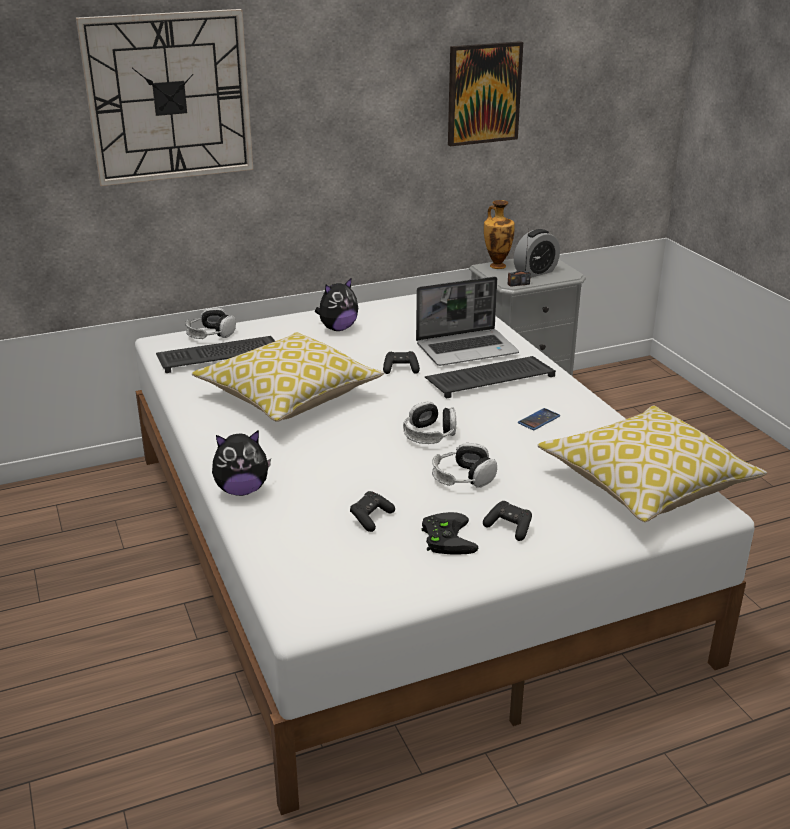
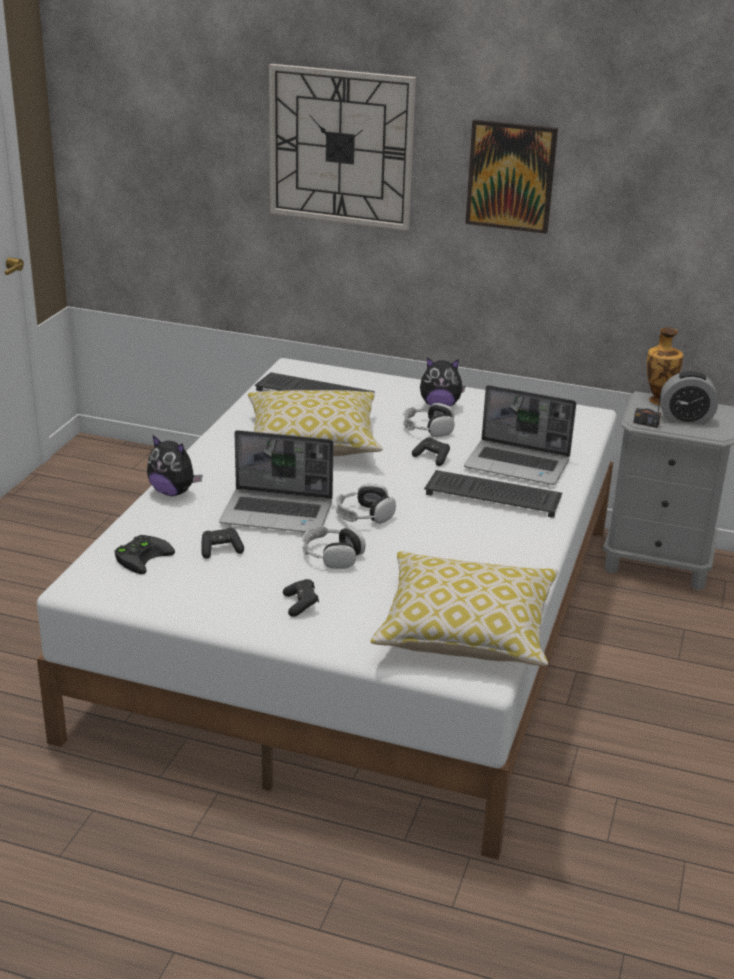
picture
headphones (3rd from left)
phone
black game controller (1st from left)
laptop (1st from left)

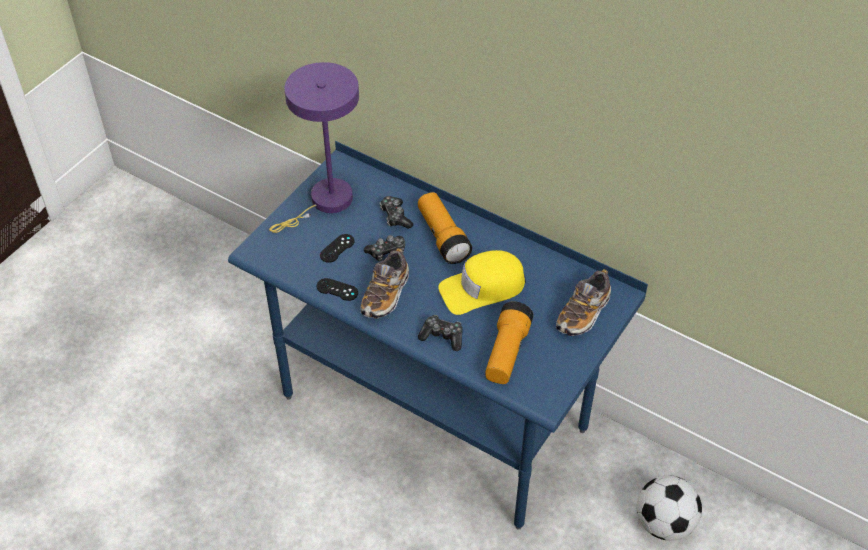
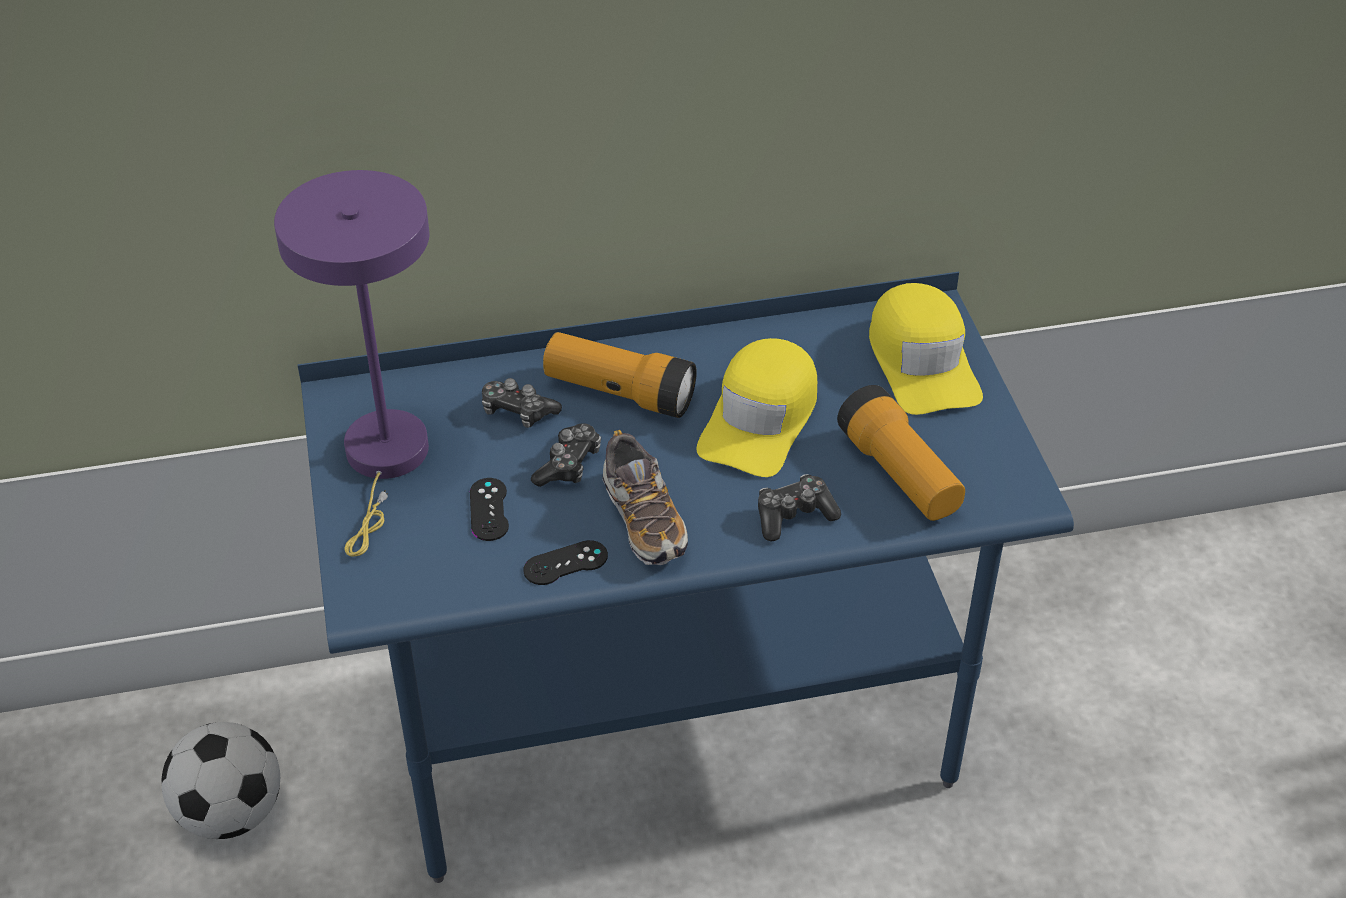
yellow cap (2nd from left)
football

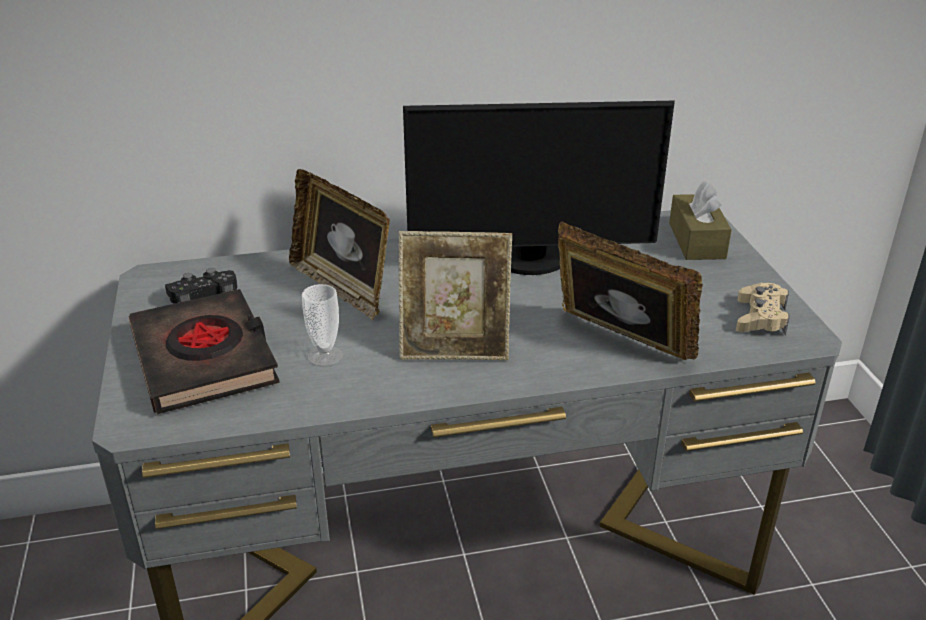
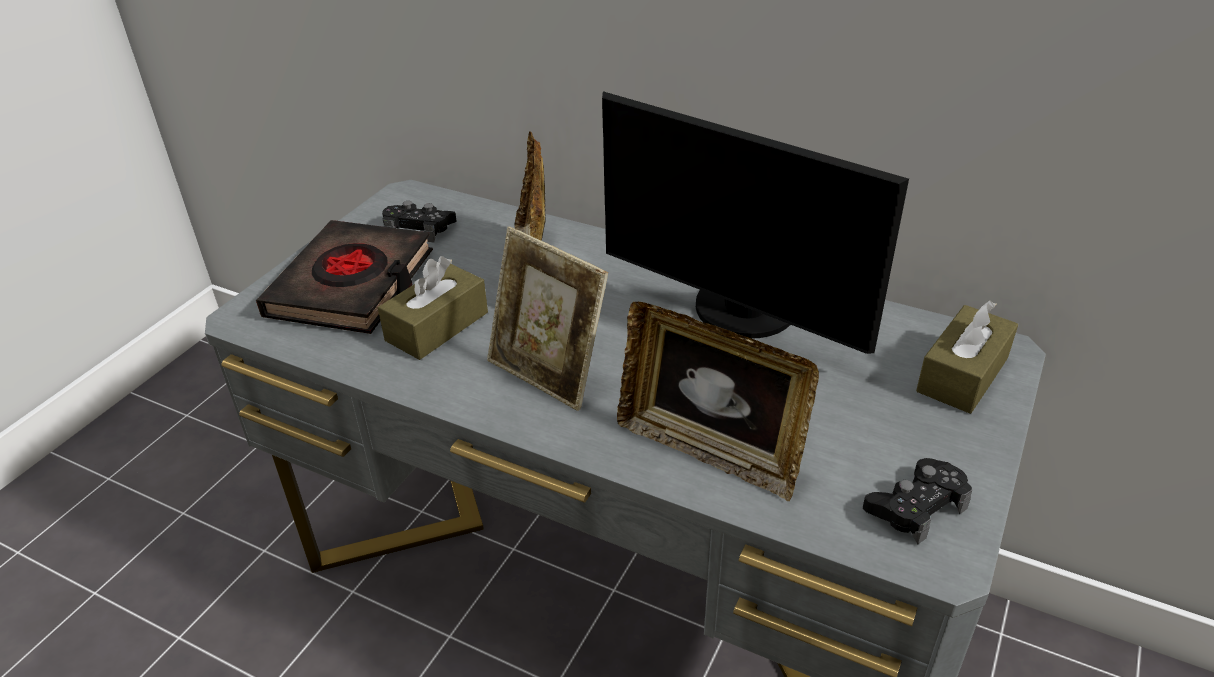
picture frame (3rd from left)
black game controller (2nd from left)
brown tissue box (1st from left)

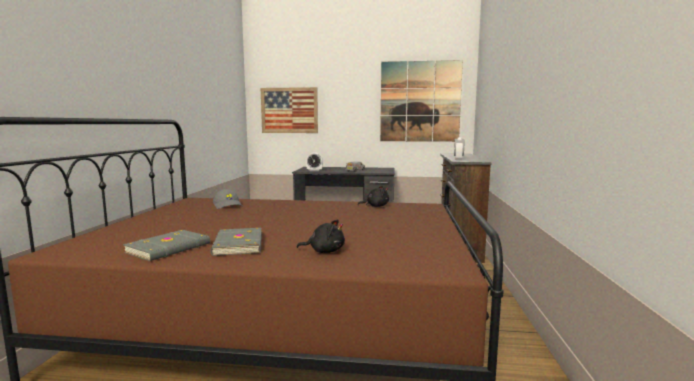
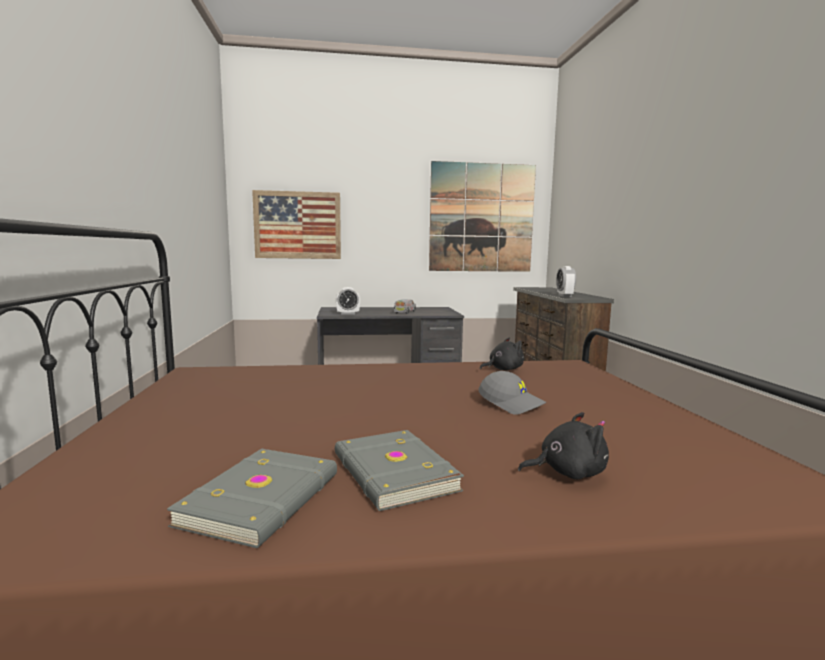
grey cap

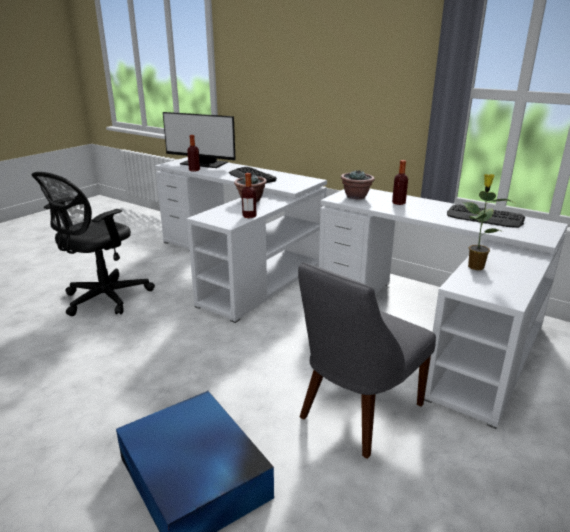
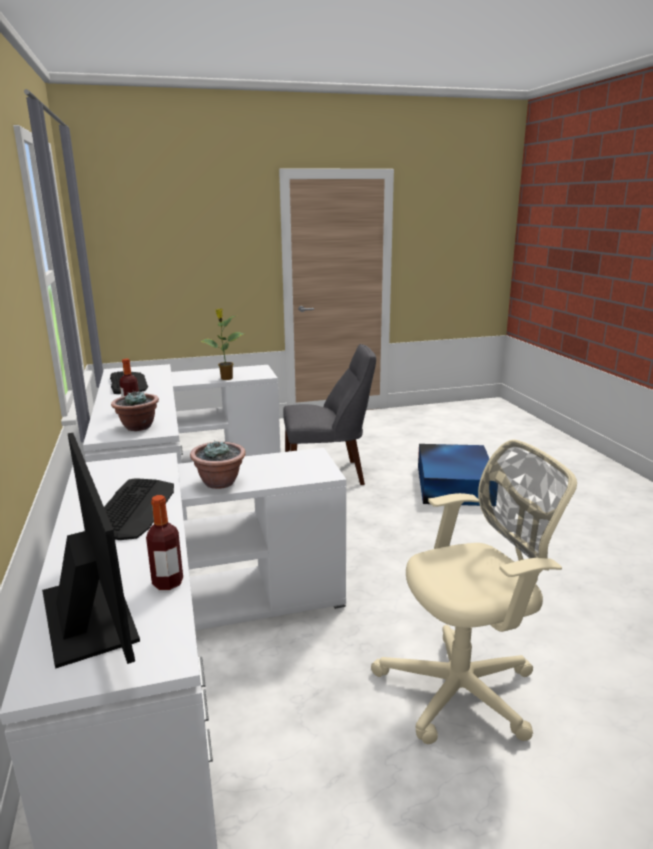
beige office chair
bottle (2nd from left in the first image)

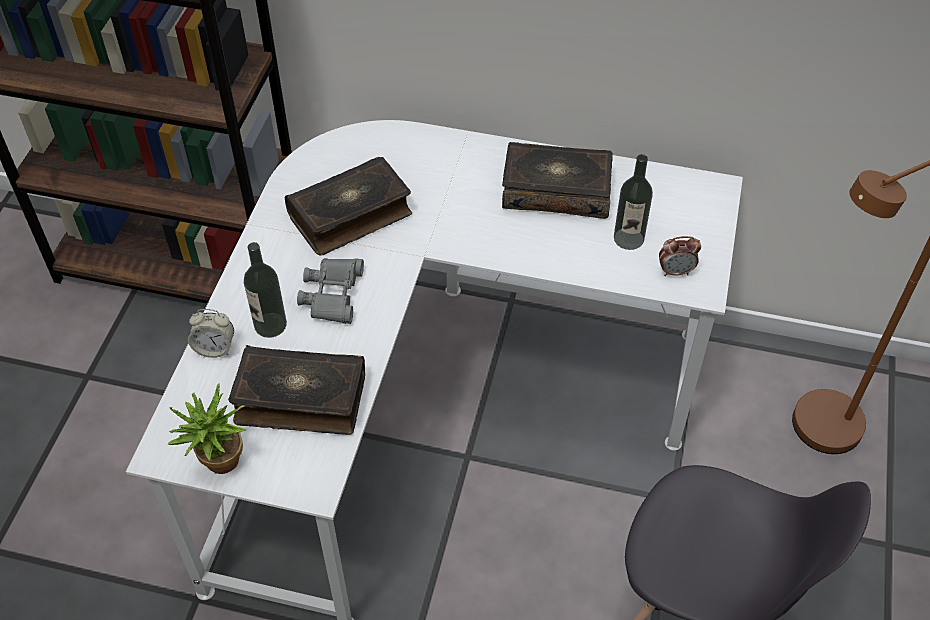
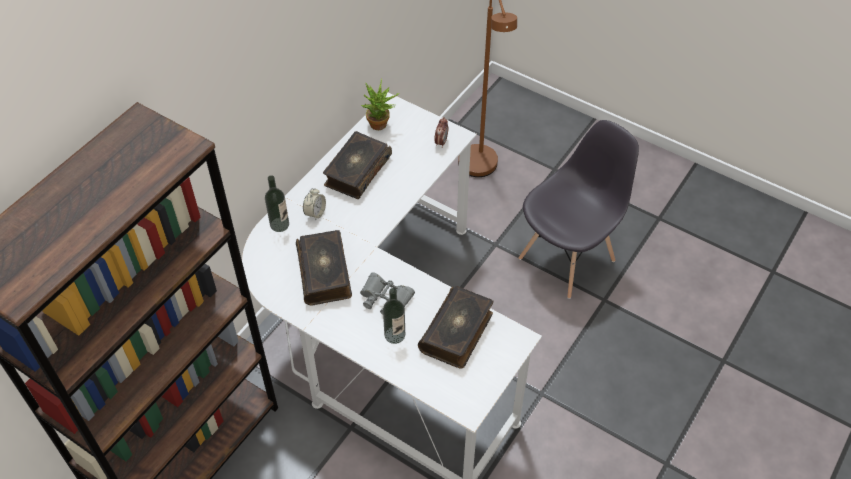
bottle (1st from left)
alarm clock (1st from left)
potted plant

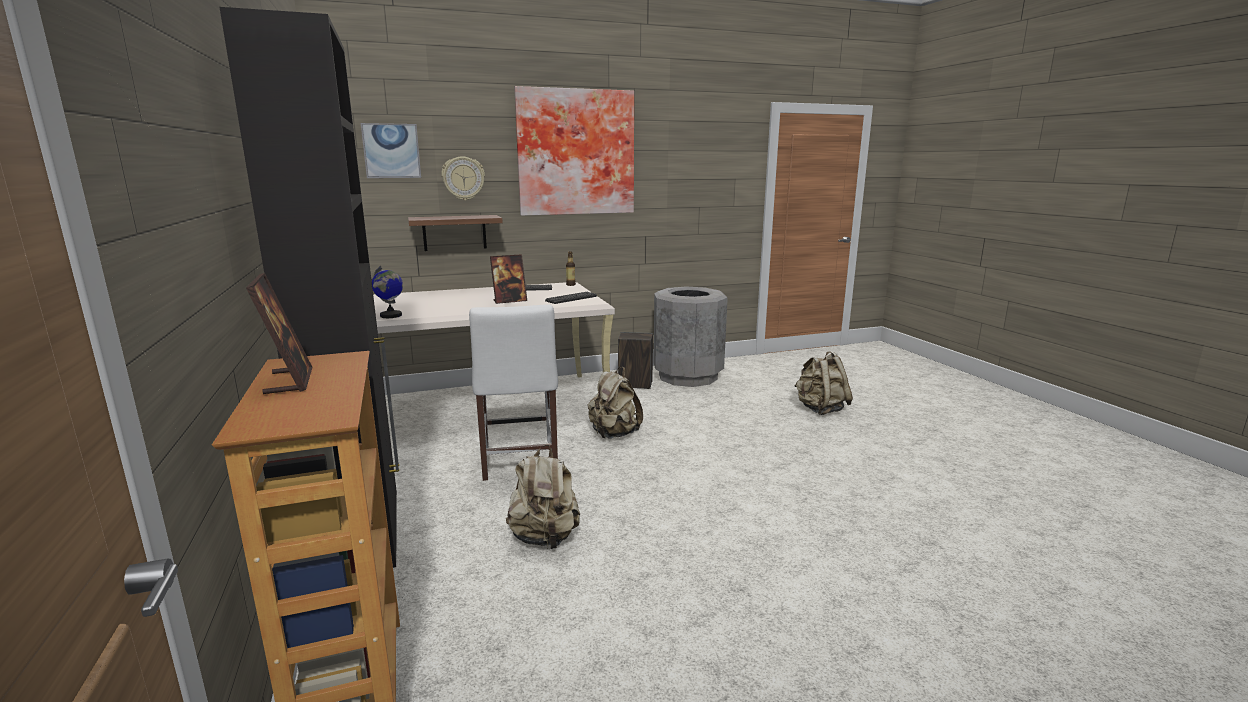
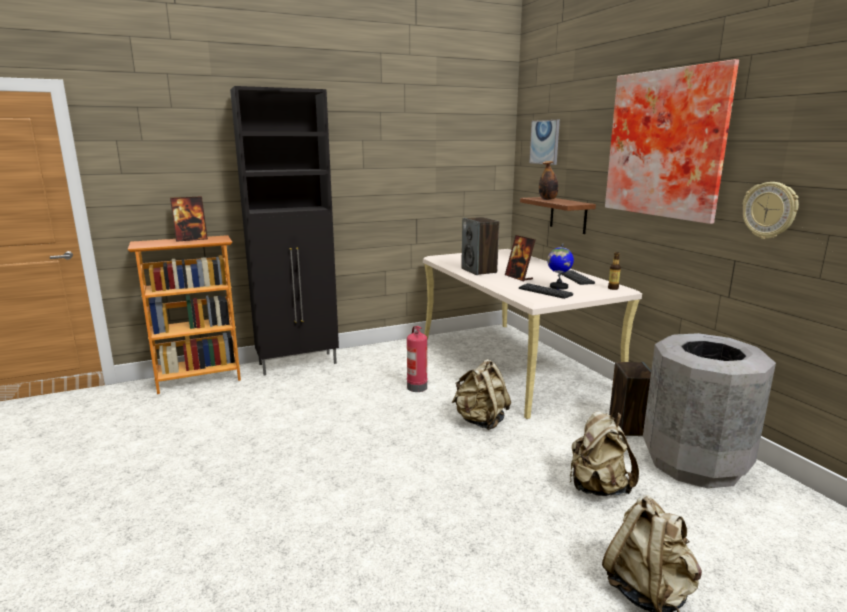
wall clock
globe
fire extinguisher
beige backpack (2nd from left)
bottle (1st from left)
speaker (1st from left)

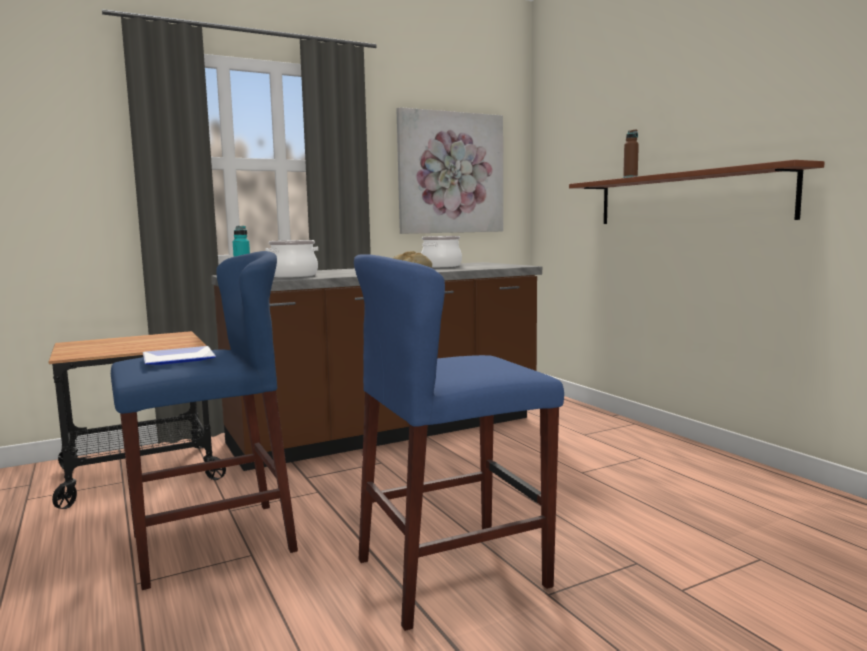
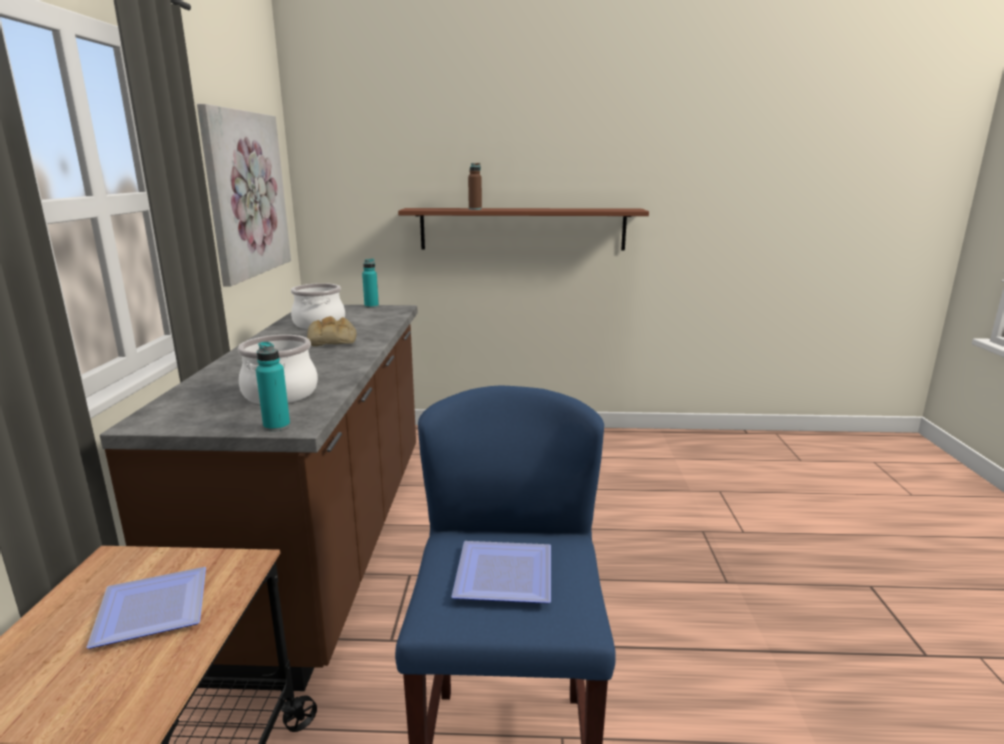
blue stool (2nd from left in the first image)
turquoise bottle (2nd from left)
plate (1st from left)

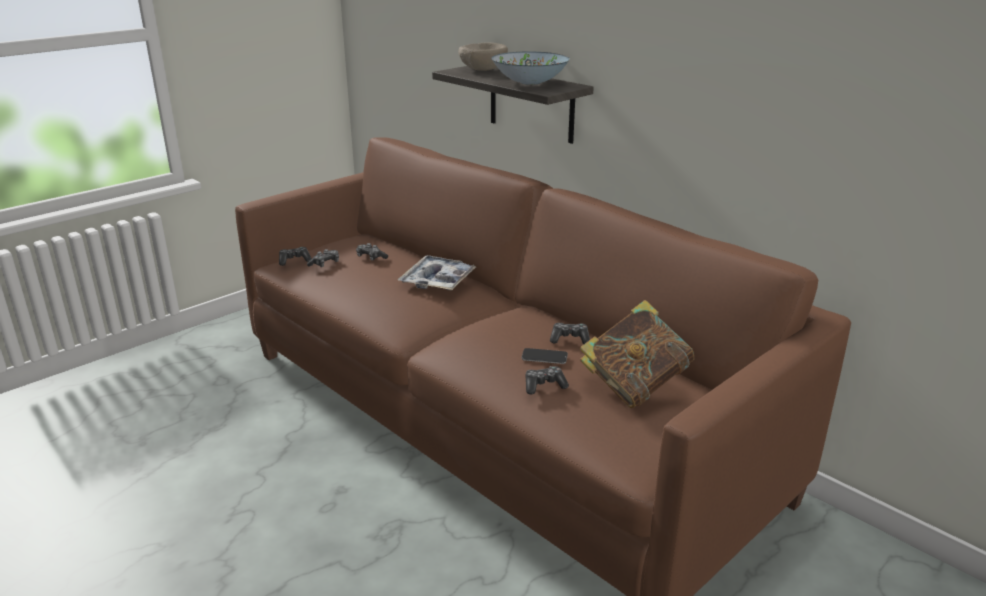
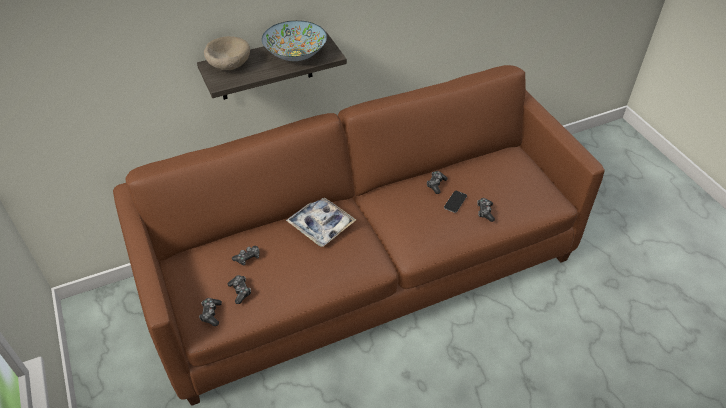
book

